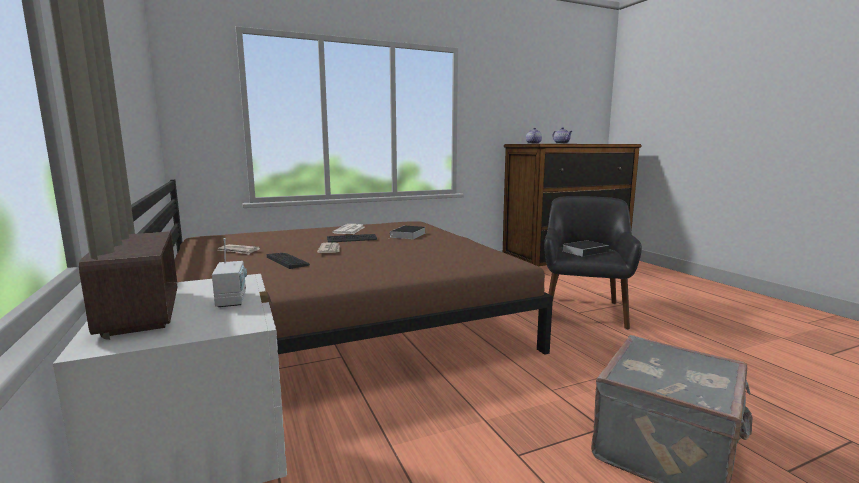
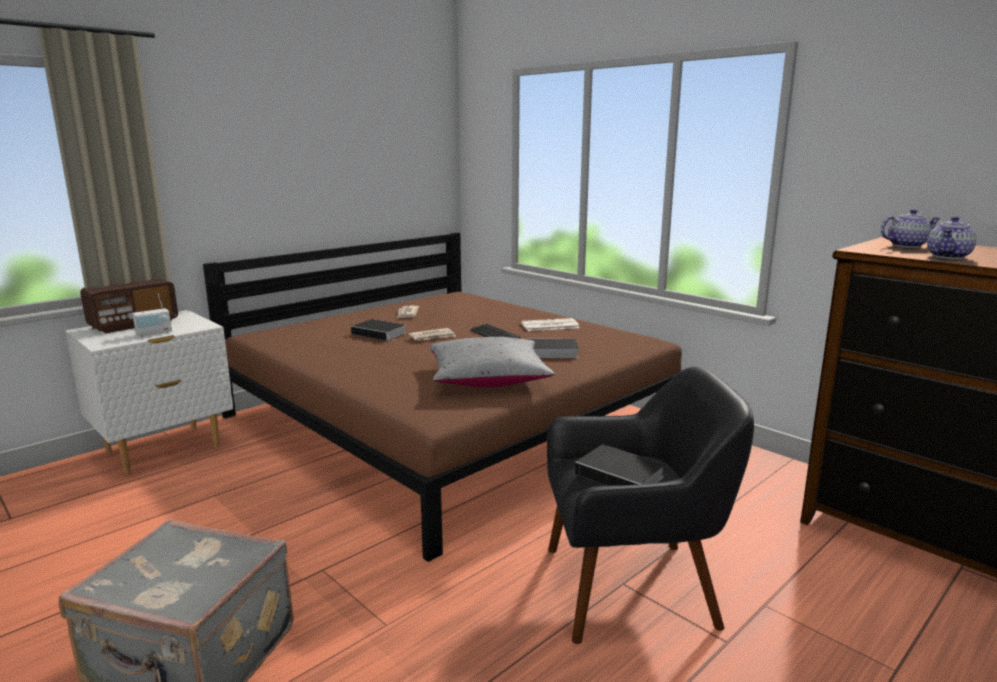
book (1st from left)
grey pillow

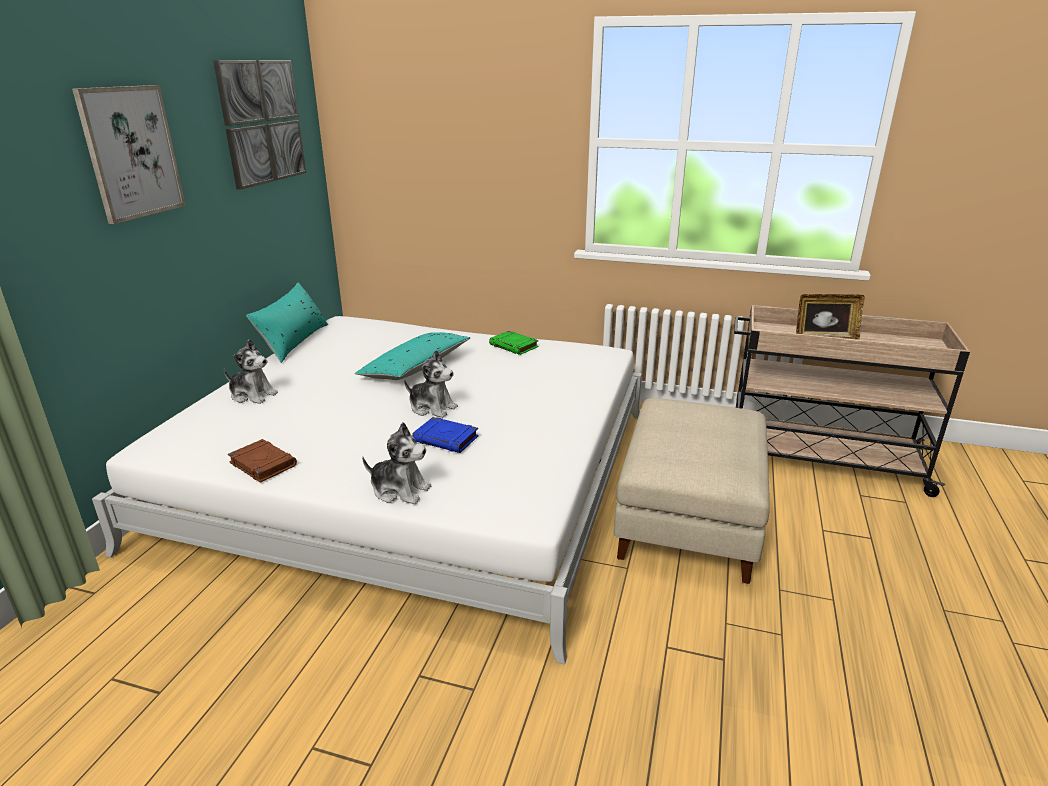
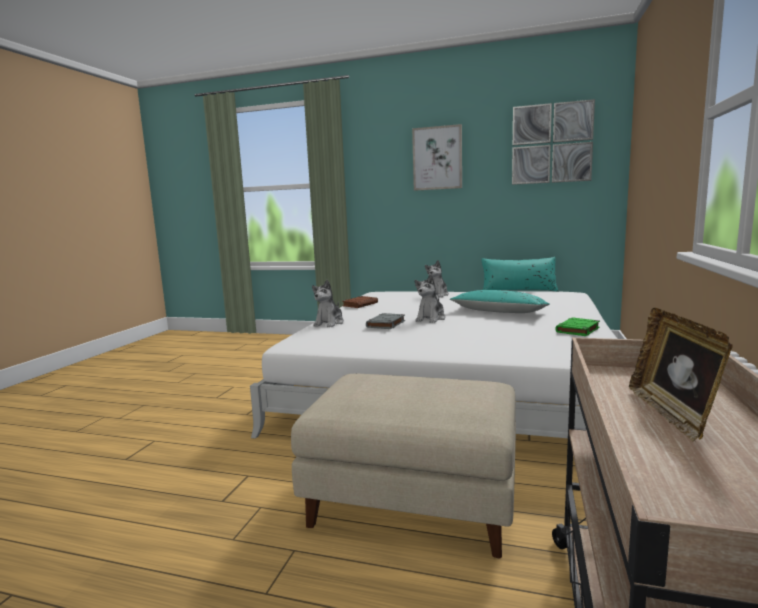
grey book

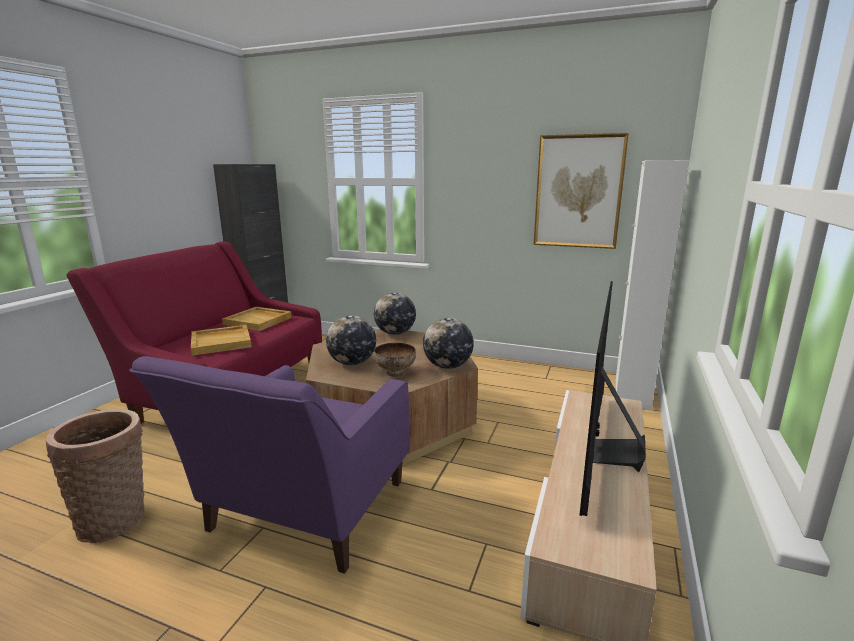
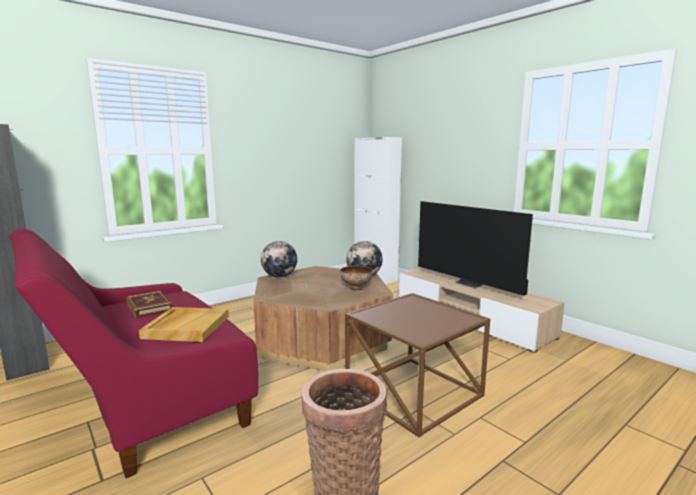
picture
book
globe (1st from left in the first image)
brown side table

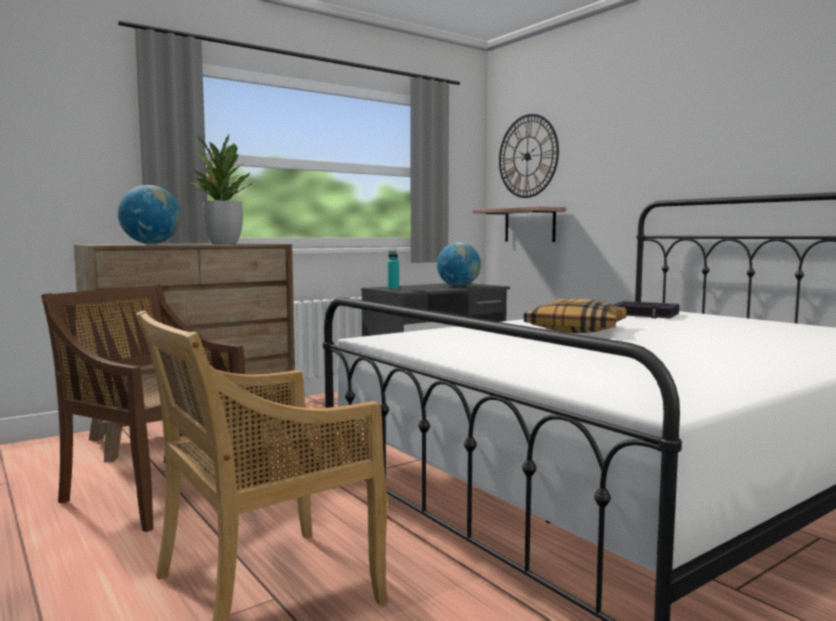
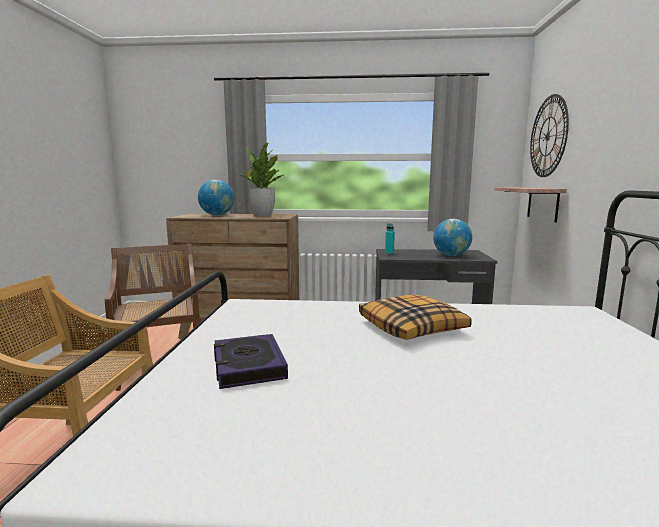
book

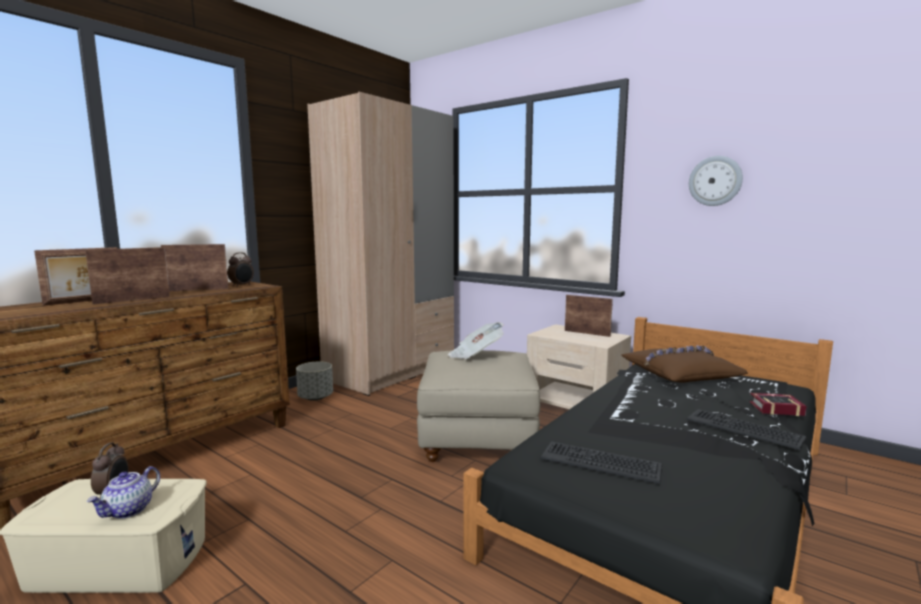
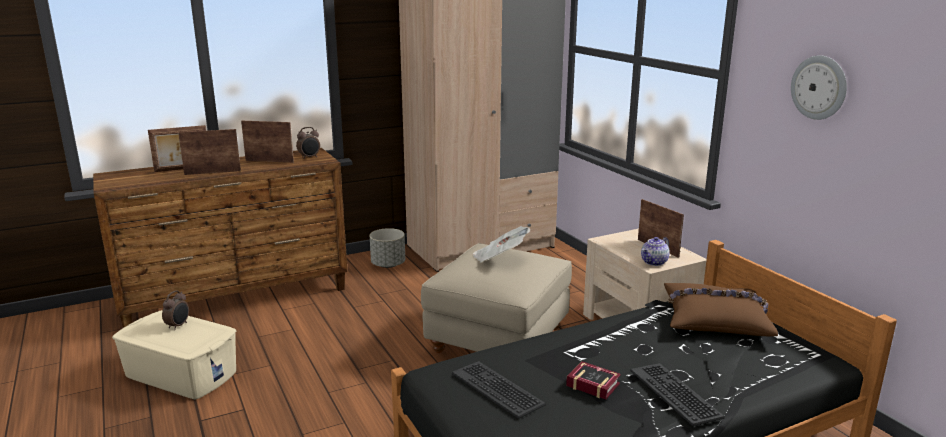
book
teapot

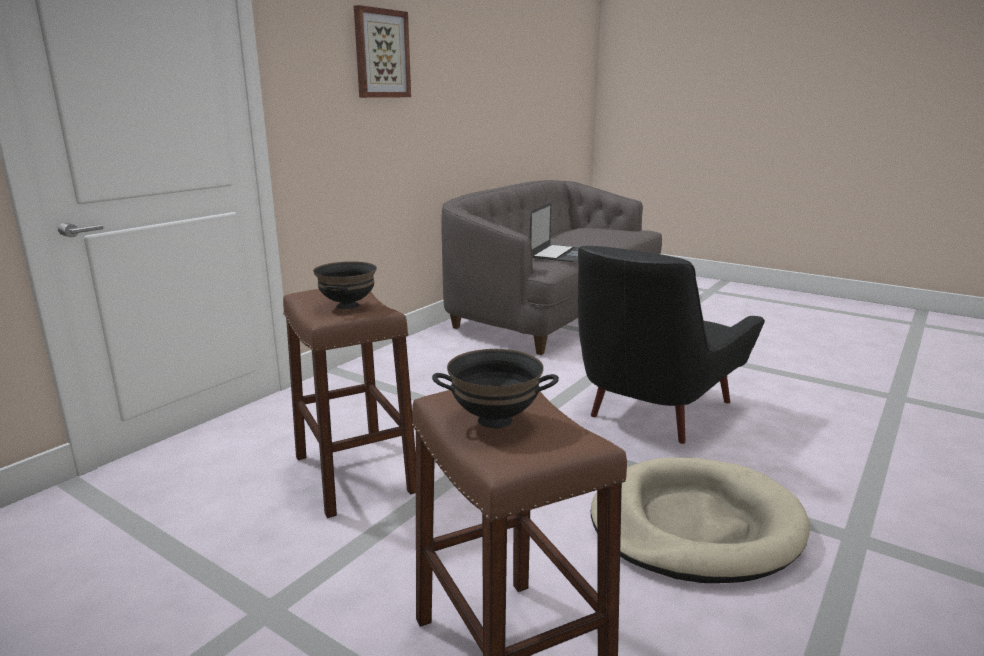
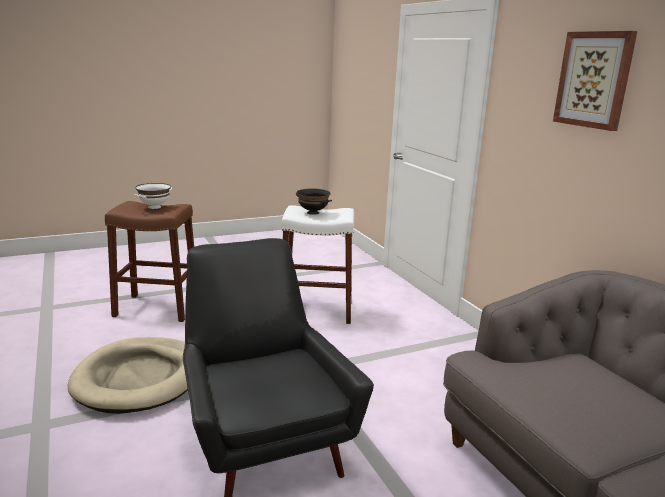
laptop
white stool
white bowl

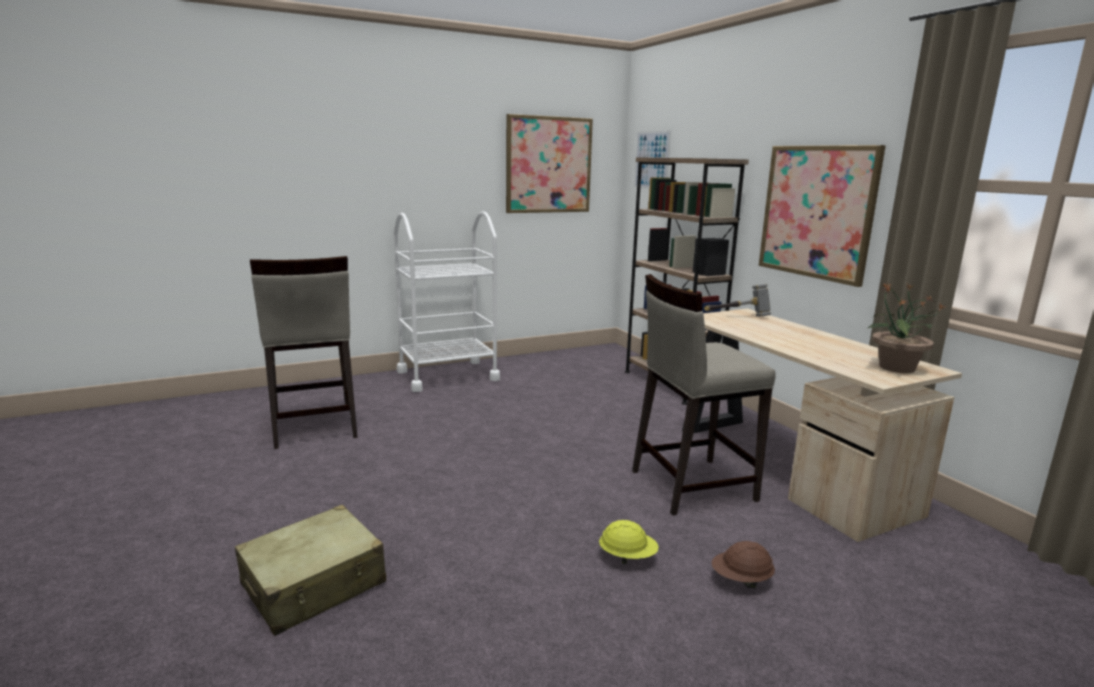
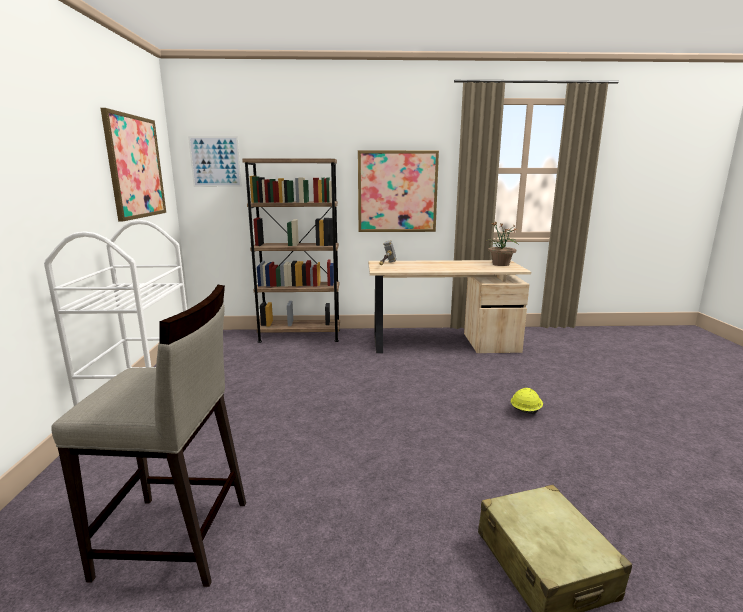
beige stool (2nd from left in the first image)
brown hard hat

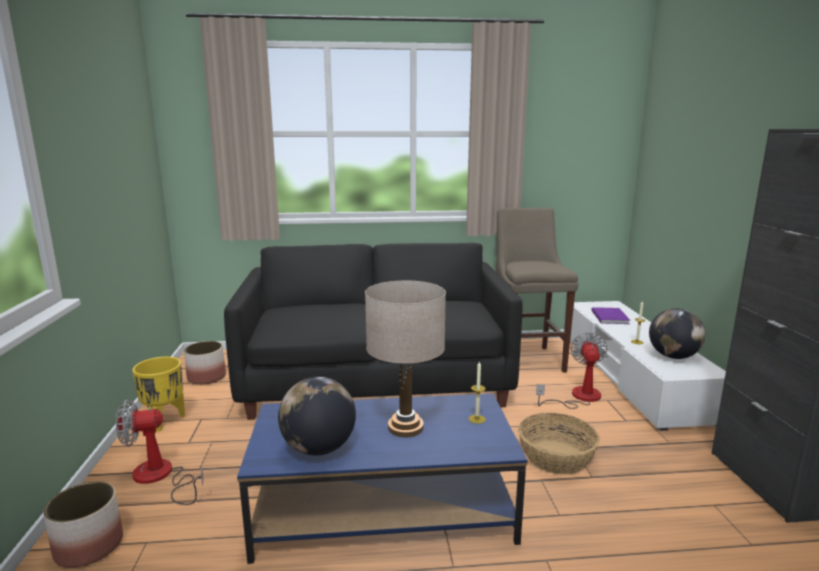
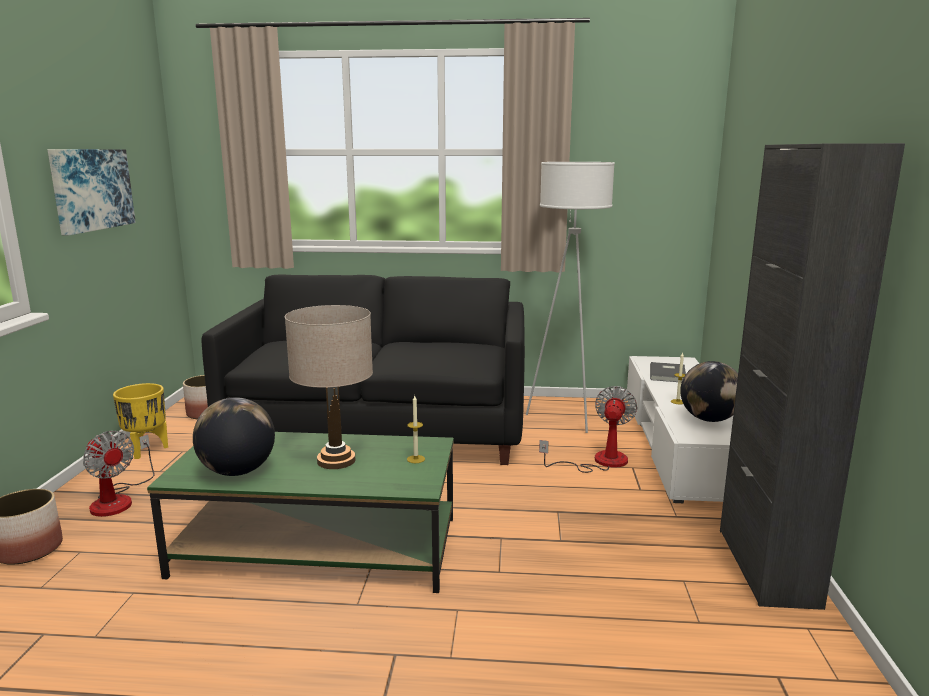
white floor lamp
grey book
green coffee table
fan (1st from left)
basket
picture

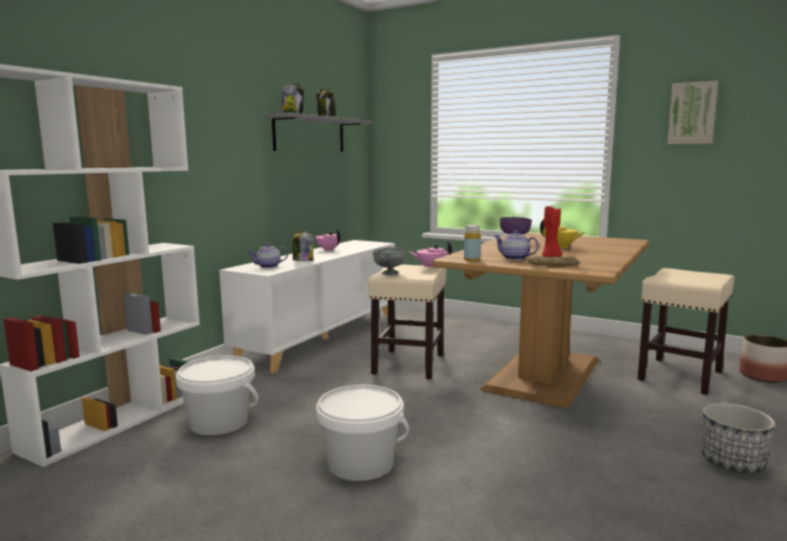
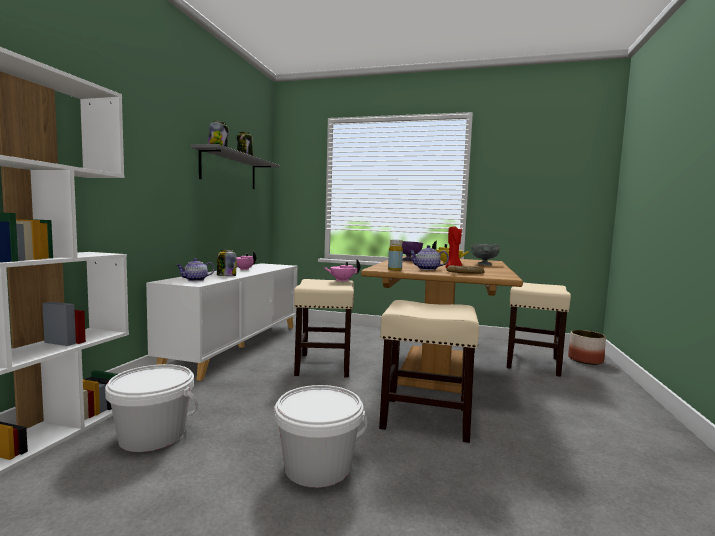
picture
grey bowl
planter (1st from left in the first image)
beige stool (2nd from left)

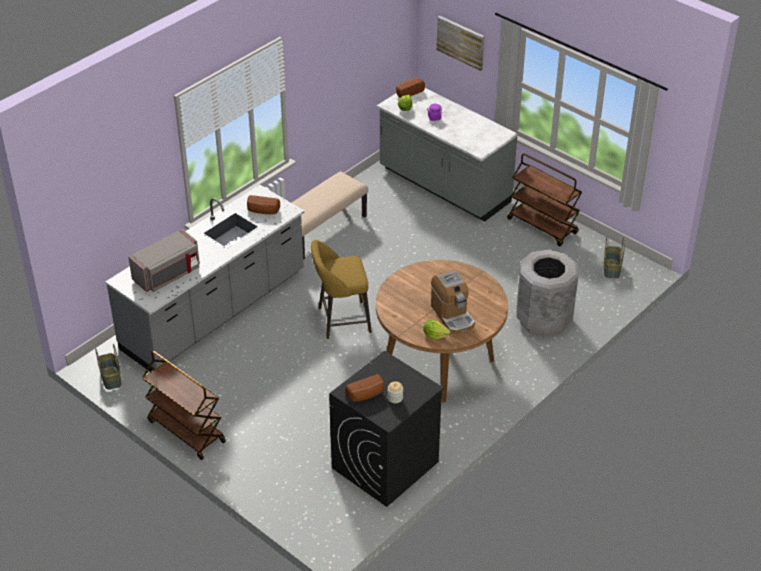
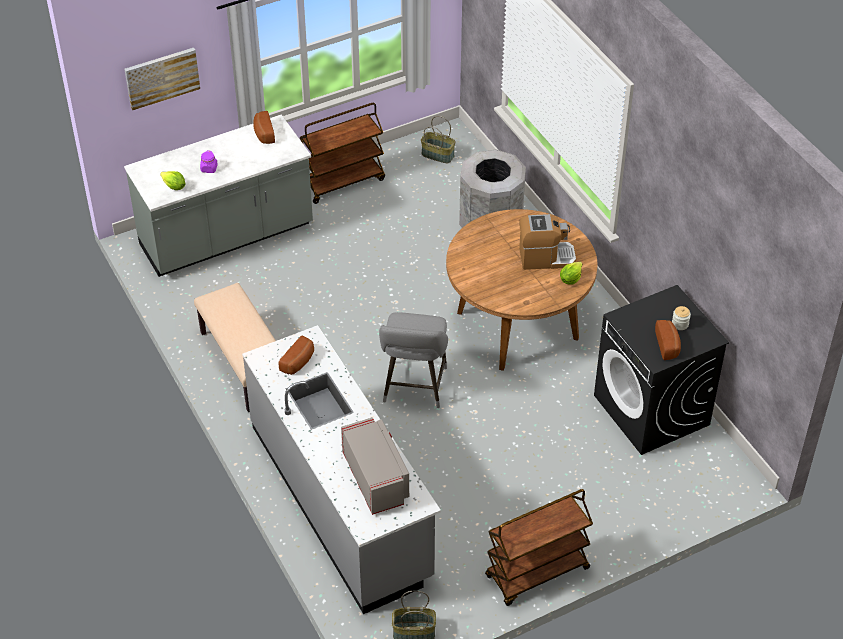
bread (1st from left)
grey stool

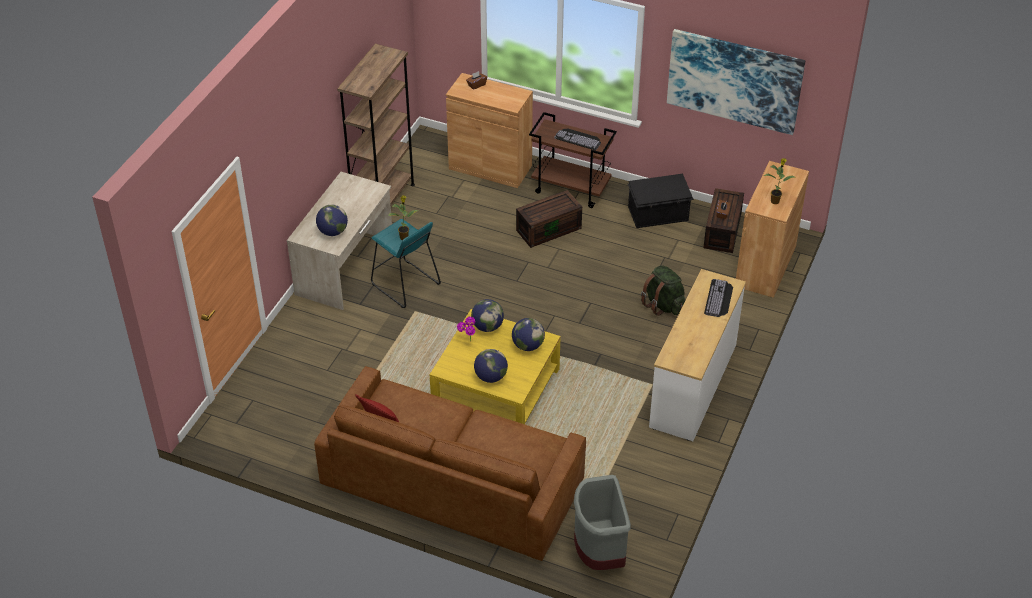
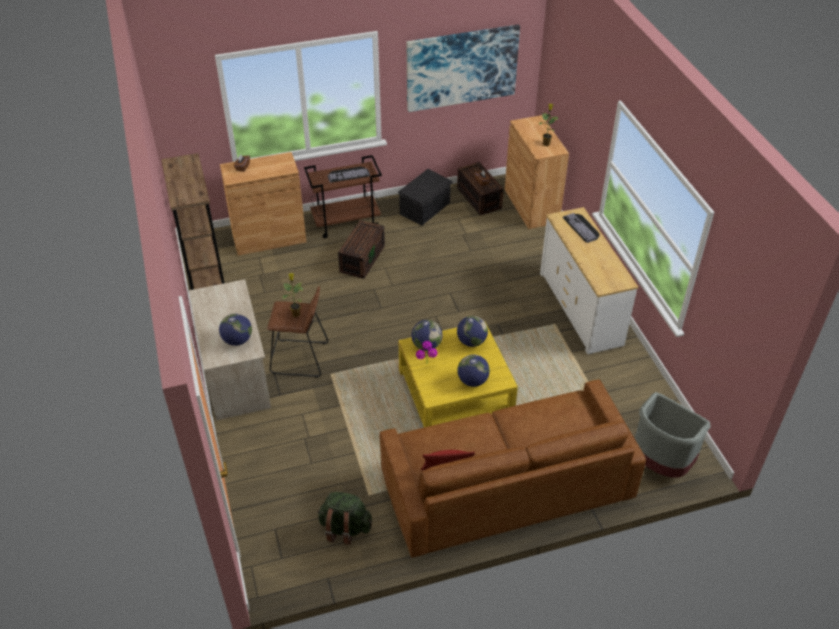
brown stool
green backpack

